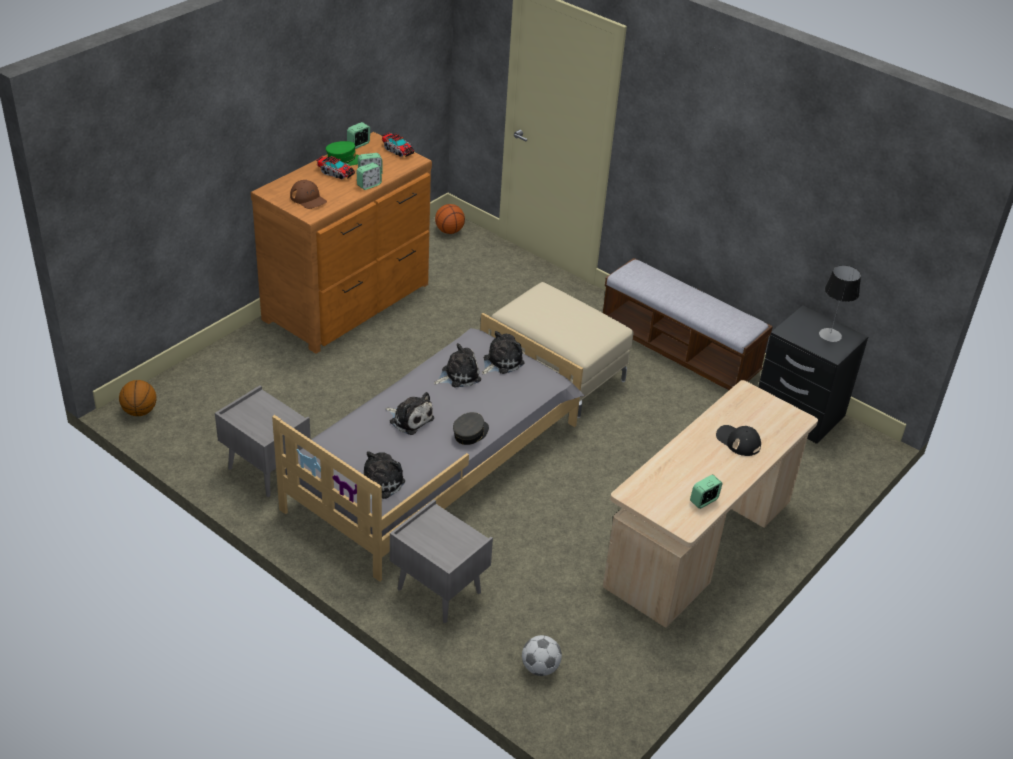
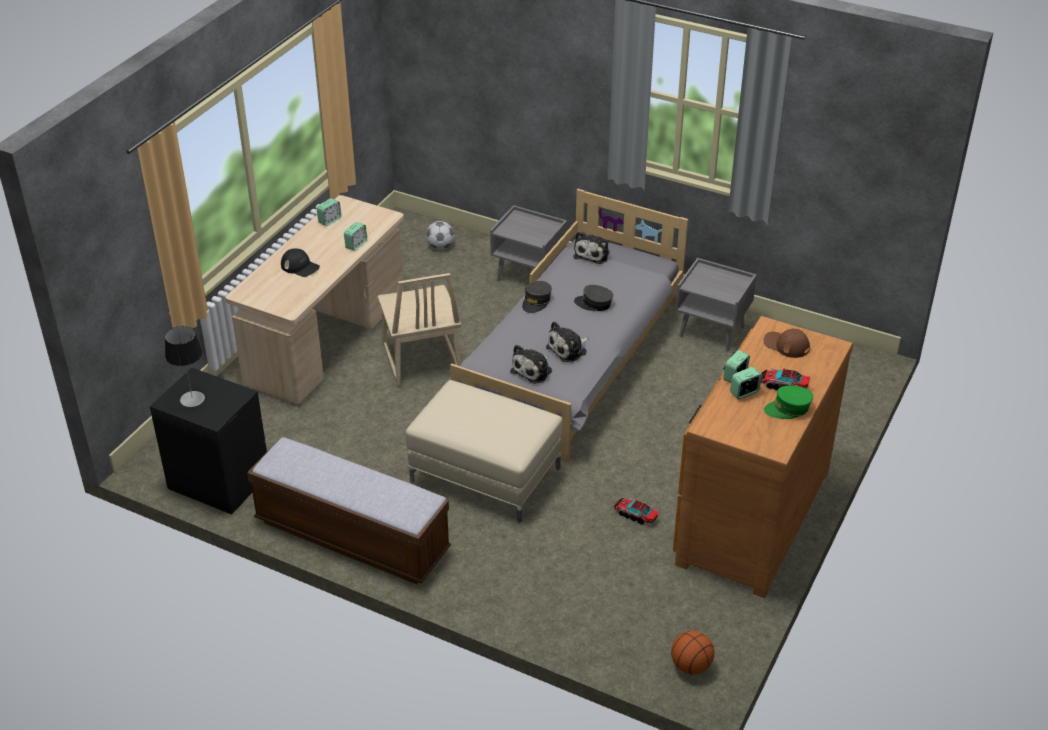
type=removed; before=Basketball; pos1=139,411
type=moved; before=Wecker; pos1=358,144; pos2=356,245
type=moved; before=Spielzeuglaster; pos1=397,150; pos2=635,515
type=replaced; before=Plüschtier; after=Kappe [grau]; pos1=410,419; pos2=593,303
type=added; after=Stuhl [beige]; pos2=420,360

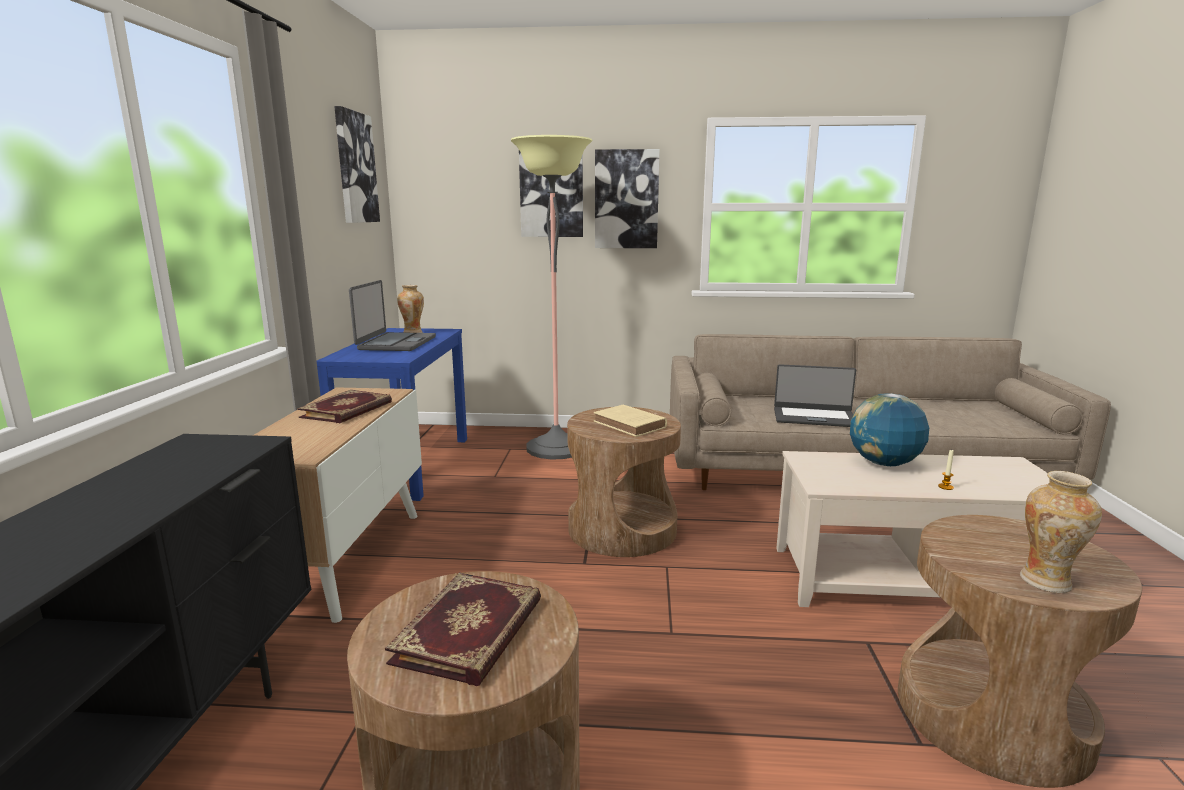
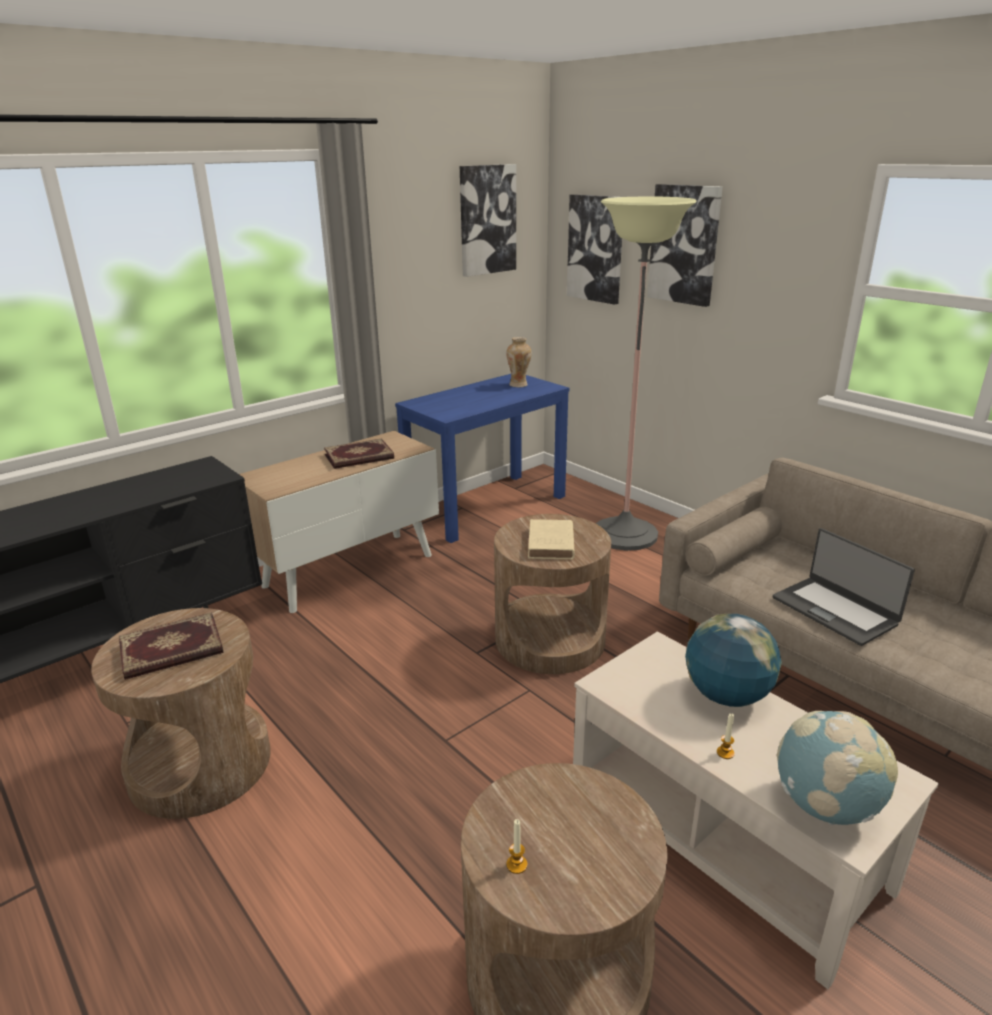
type=removed; before=Laptop; pos1=396,343
type=moved; before=Bild; pos1=626,199; pos2=596,248
type=replaced; before=Vase; after=Kerze; pos1=1047,582; pos2=516,865
type=added; after=Globus; pos2=825,806

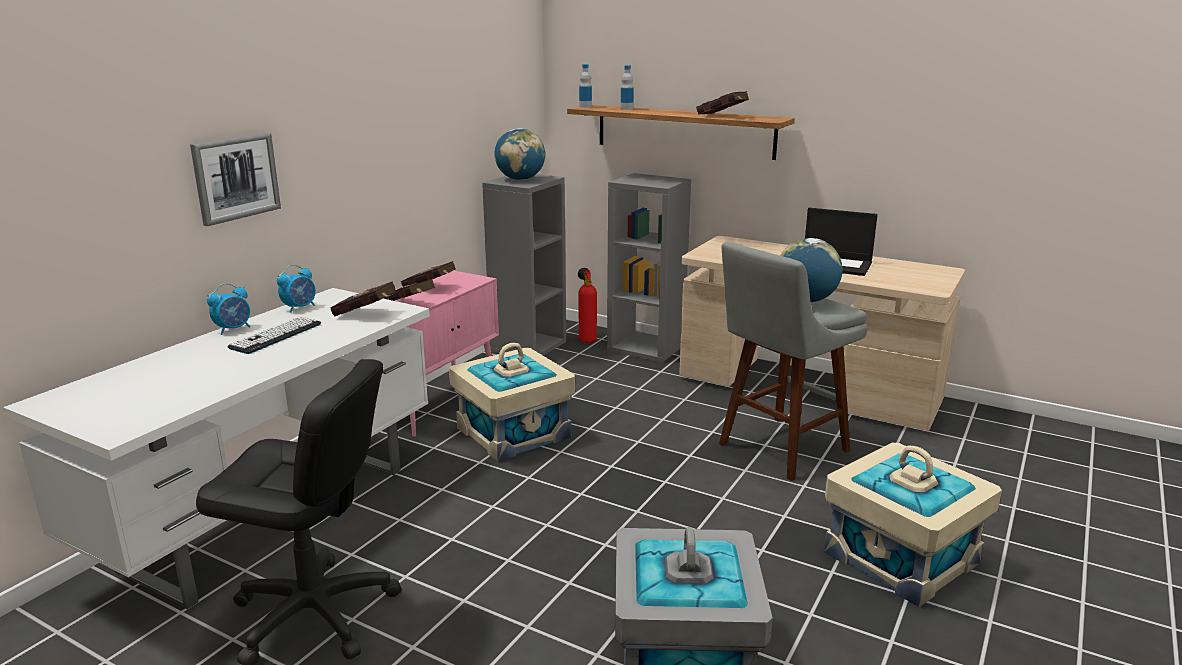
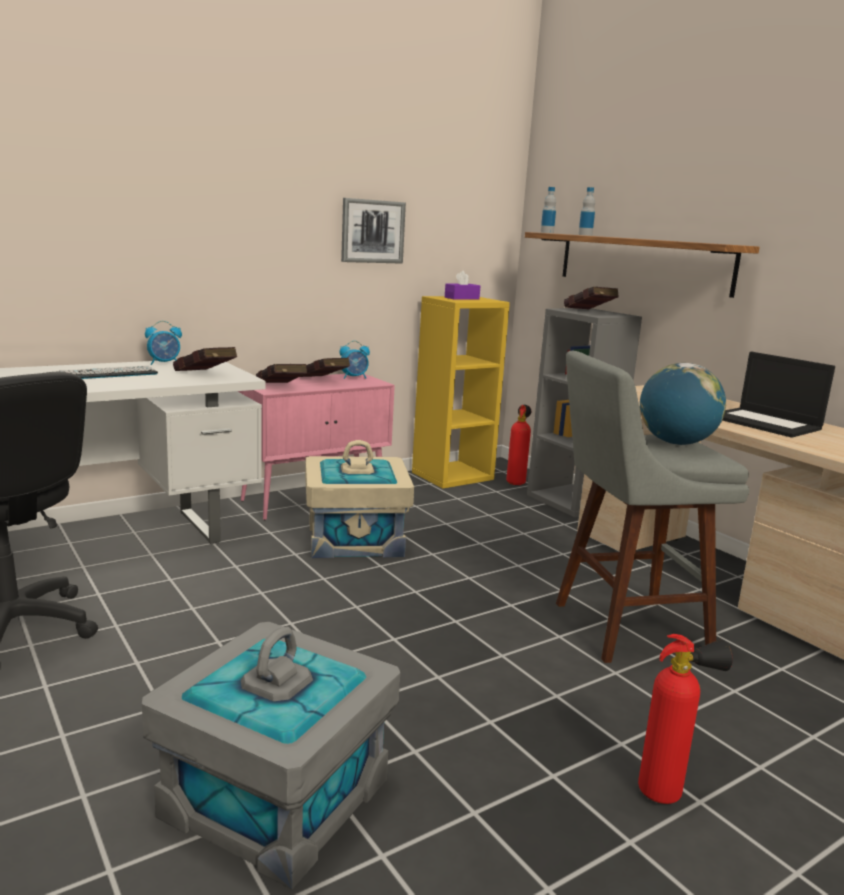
type=moved; before=Bild; pos1=236,177; pos2=372,231
type=moved; before=Wecker; pos1=233,329; pos2=354,377
type=recoloured; before=Bücherregal [grau]; after=Bücherregal [gelb]; pos1=528,346; pos2=452,475
type=replaced; before=Globus; after=Taschentuchbox [lila]; pos1=520,179; pos2=462,298
type=moved; before=Buch [rot]; pos1=723,116; pos2=590,312
type=replaced; before=Aufbewahrungsbox [beige]; after=Feuerlöscher; pos1=902,557; pos2=668,793

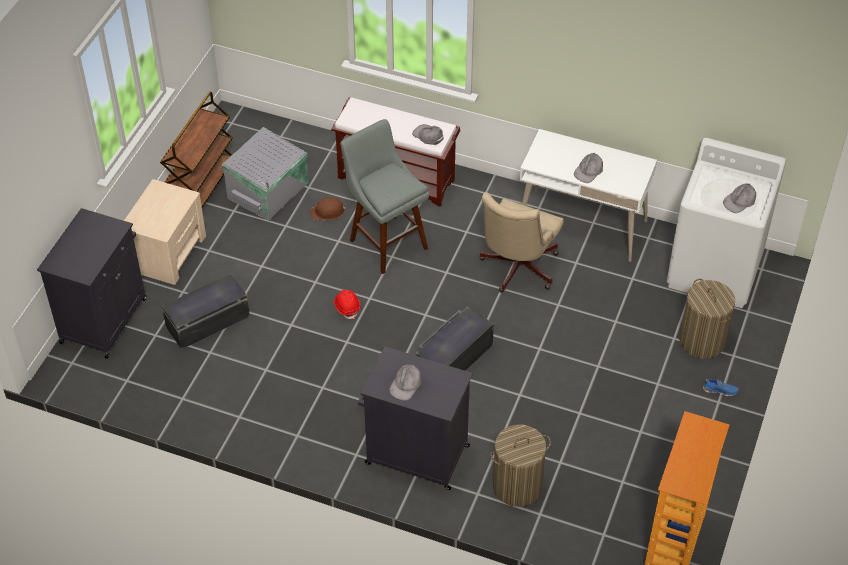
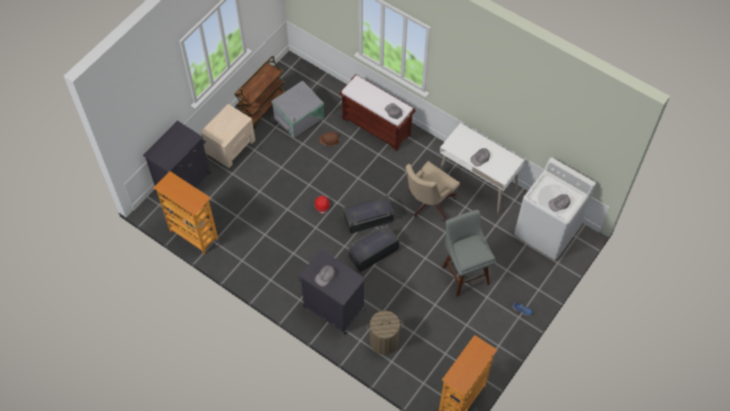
type=moved; before=Aufbewahrungsbox [schwarz]; pos1=208,322; pos2=368,220
type=moved; before=Hocker [grau]; pos1=386,242; pos2=464,273
type=removed; before=Wäschekorb; pos1=702,341
type=added; after=Bücherregal; pos2=193,235

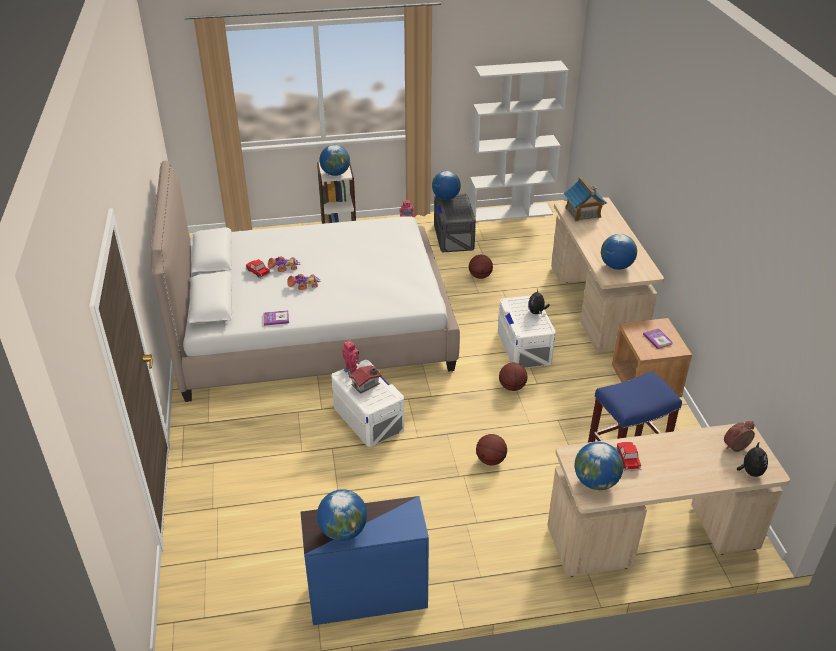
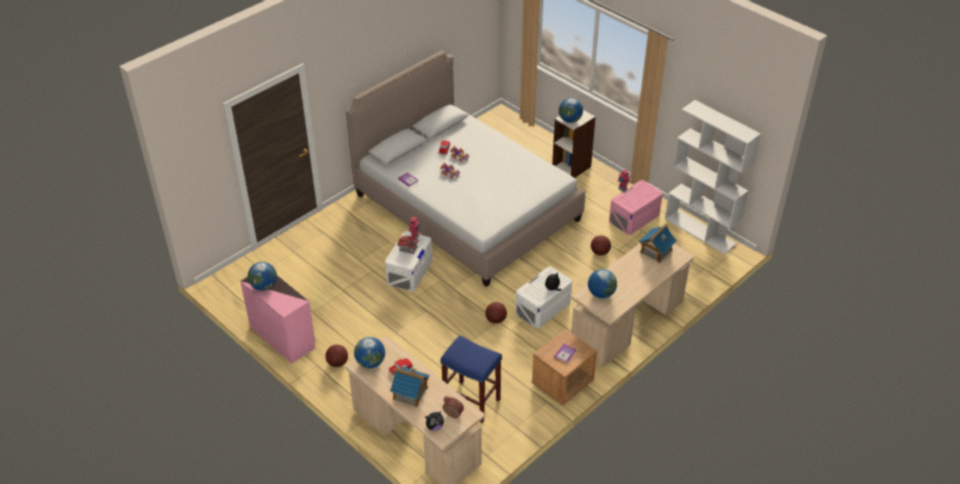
type=recoloured; before=Kommode [blau]; after=Kommode [rosa]; pos1=366,594; pos2=283,336
type=removed; before=Globus; pos1=445,198
type=recoloured; before=Aufbewahrungsbox [grau]; after=Aufbewahrungsbox [rosa]; pos1=453,236; pos2=634,218
type=moved; before=Basketball; pos1=490,460; pos2=337,363
type=added; after=Spielzeughaus; pos2=410,393

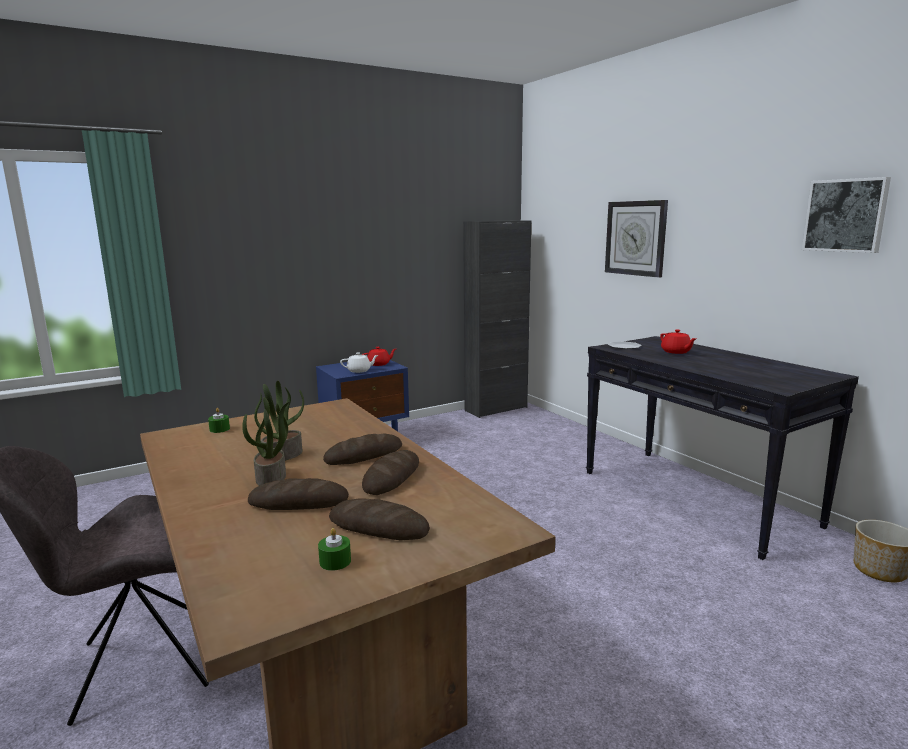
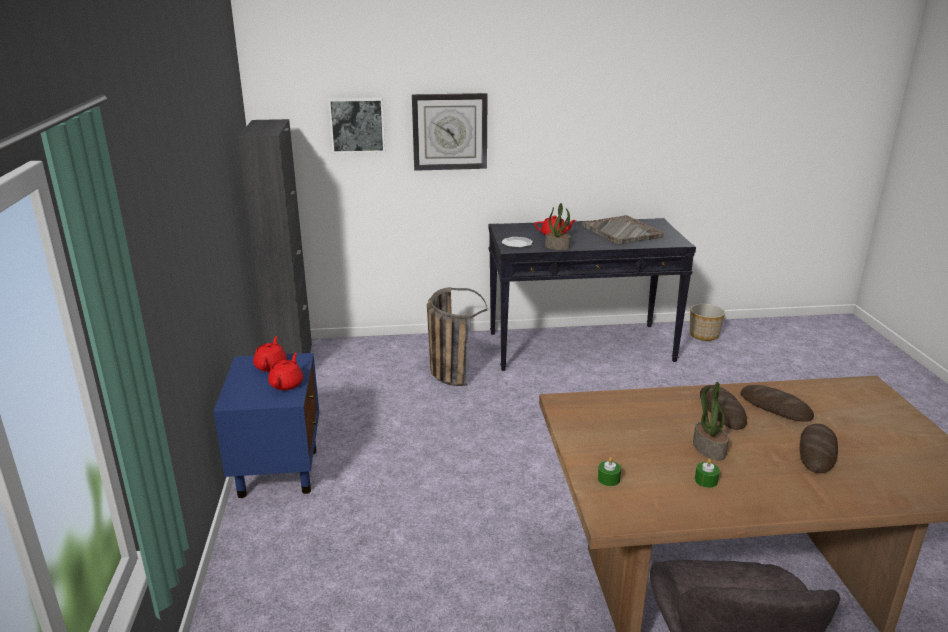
type=moved; before=Topfpflanze; pos1=271,478; pos2=557,247
type=moved; before=Kerze [grün]; pos1=335,561; pos2=706,480
type=removed; before=Brot; pos1=378,527
type=recoloured; before=Teekanne [weiß]; after=Teekanne [rot]; pos1=359,370; pos2=287,384
type=moved; before=Bild; pos1=845,215; pos2=357,125
type=added; after=Korb; pos2=448,369
type=added; after=Tablett [grau]; pos2=622,232

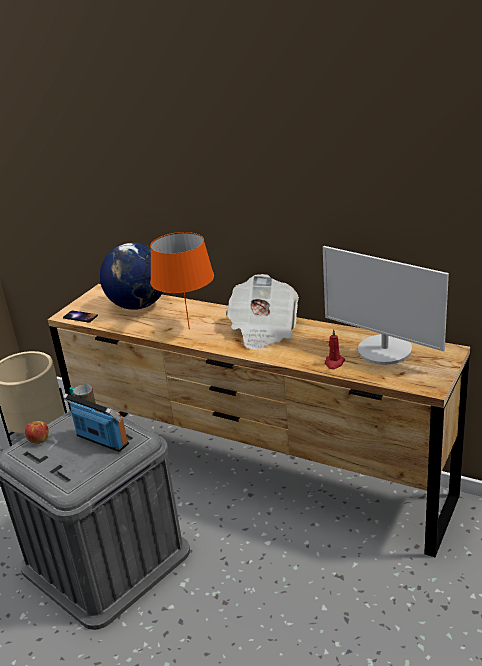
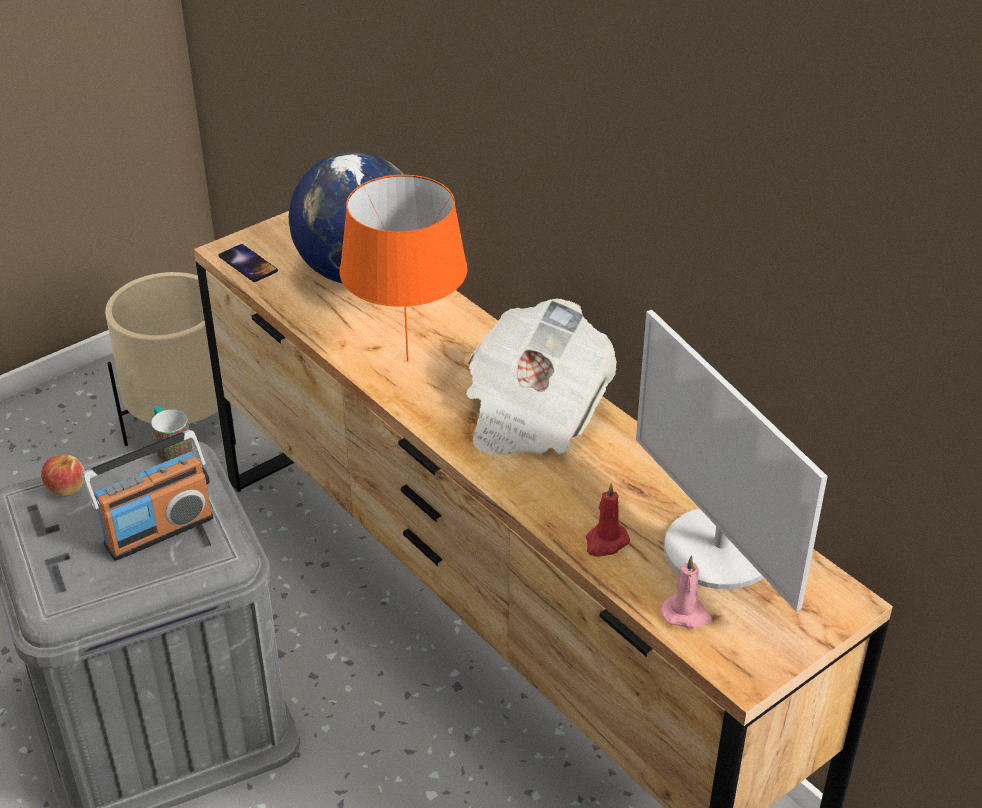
type=turned; before=Radio; pos1=101,440; pos2=158,530; turn=90
type=added; after=Kerze [rosa]; pos2=686,614

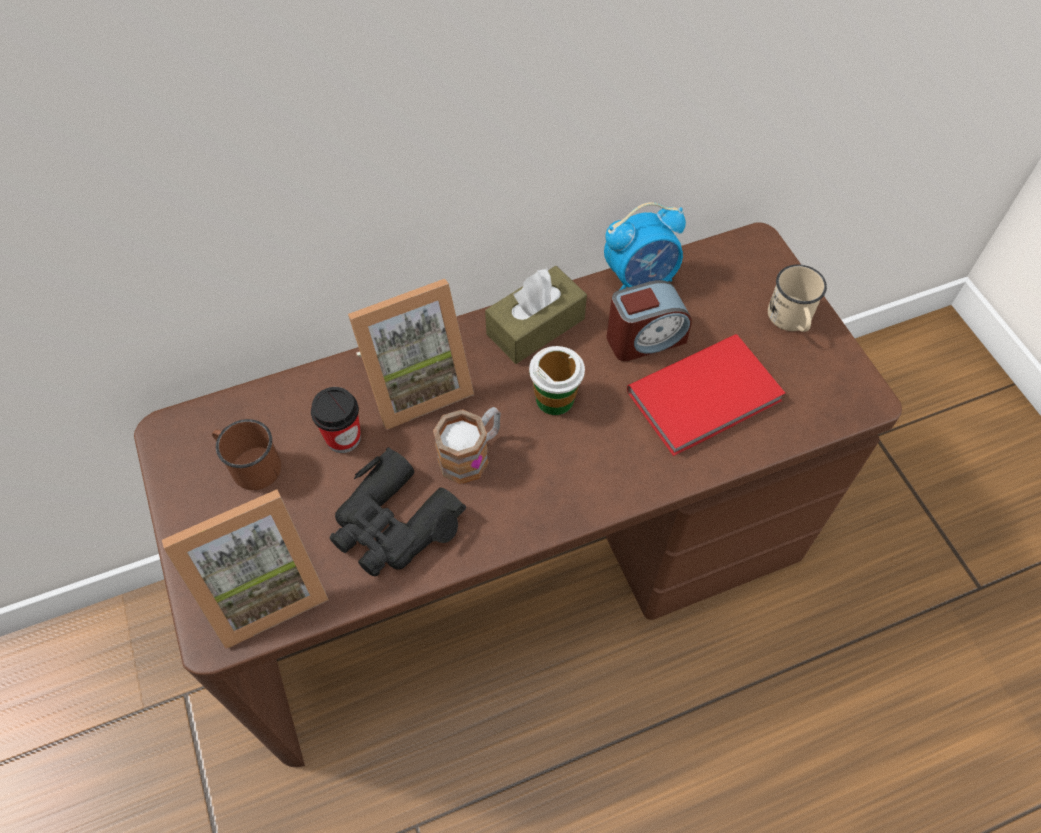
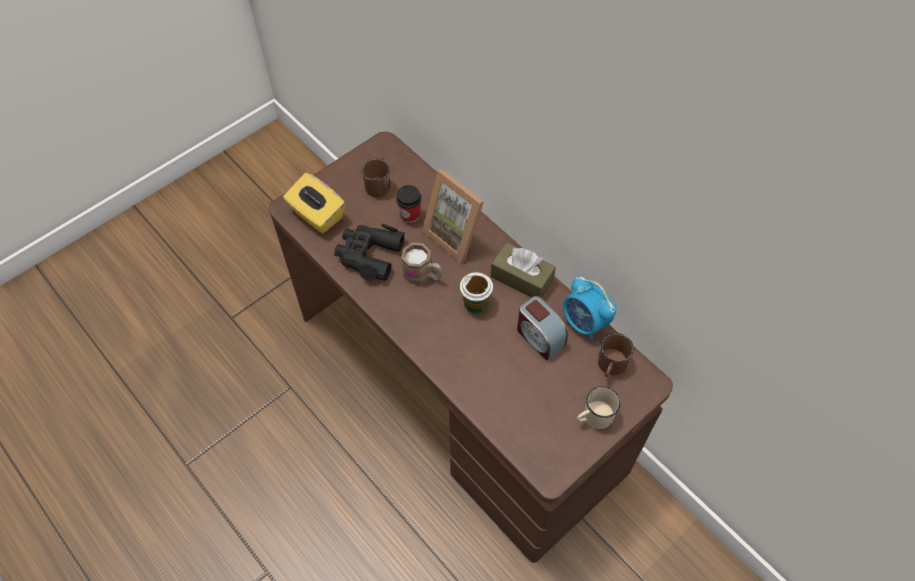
type=replaced; before=Bilderrahmen; after=Taschentuchbox [gelb]; pos1=262,587; pos2=317,215
type=removed; before=Buch [rot]; pos1=707,398
type=added; after=Henkelbecher [braun]; pos2=610,366

